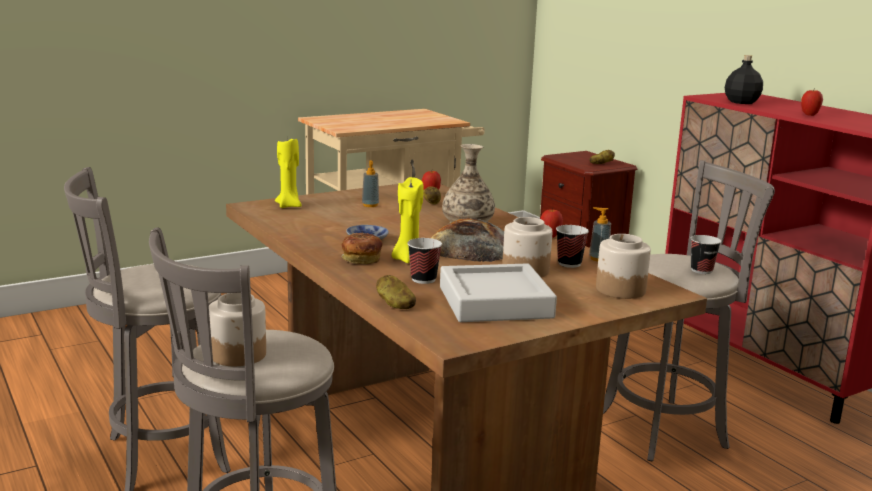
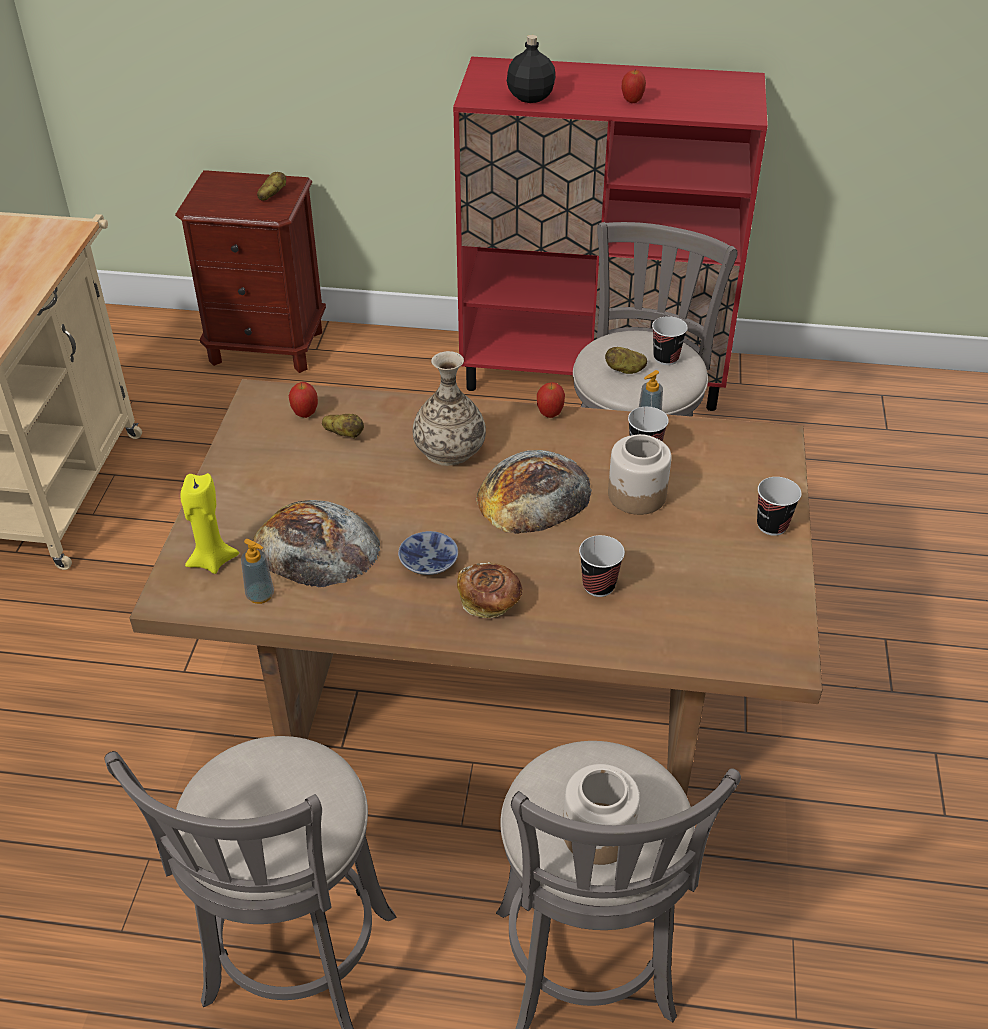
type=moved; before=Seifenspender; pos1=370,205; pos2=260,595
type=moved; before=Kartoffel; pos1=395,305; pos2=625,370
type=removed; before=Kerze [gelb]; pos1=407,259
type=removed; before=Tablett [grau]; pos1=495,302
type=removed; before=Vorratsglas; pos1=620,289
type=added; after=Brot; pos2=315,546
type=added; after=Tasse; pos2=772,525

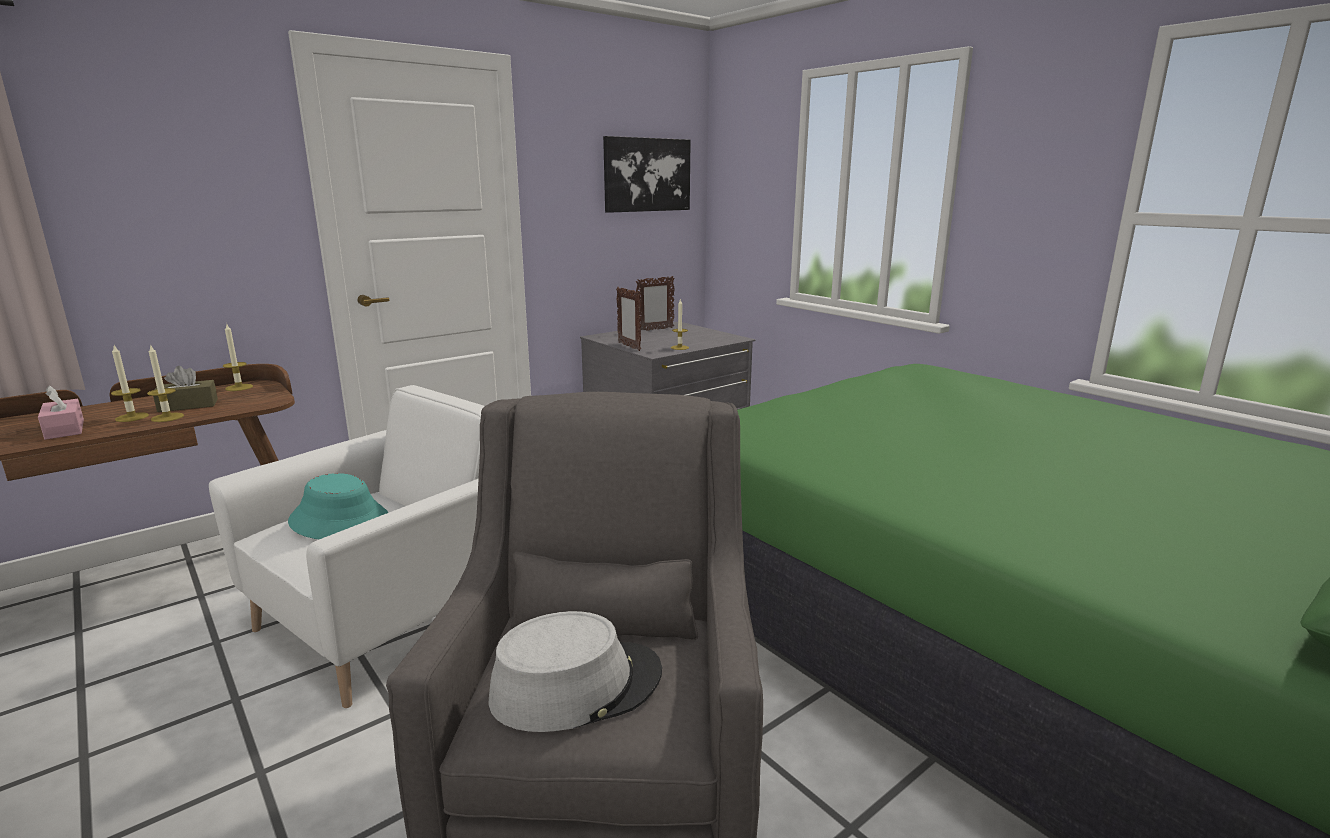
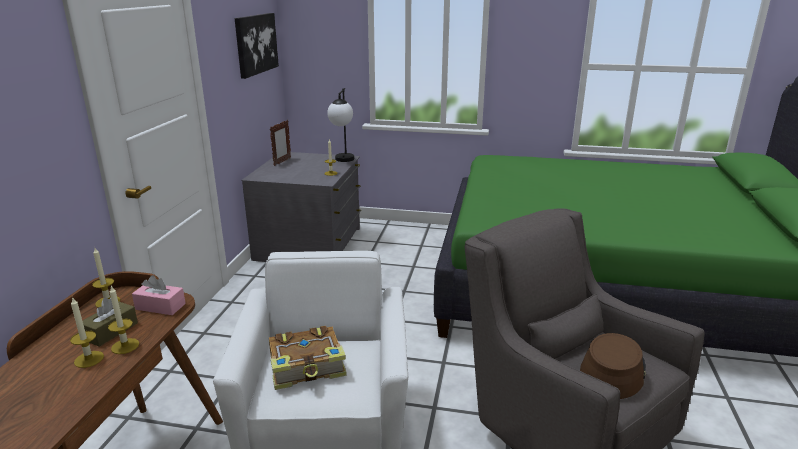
type=moved; before=Taschentuchbox [rosa]; pos1=65,429; pos2=160,306
type=replaced; before=Hut [türkis]; after=Buch; pos1=340,521; pos2=308,367
type=recoloured; before=Hut [grau]; after=Hut [braun]; pos1=576,685; pos2=612,370
type=removed; before=Bilderrahmen; pos1=629,346
type=added; after=Tischlampe; pos2=343,161

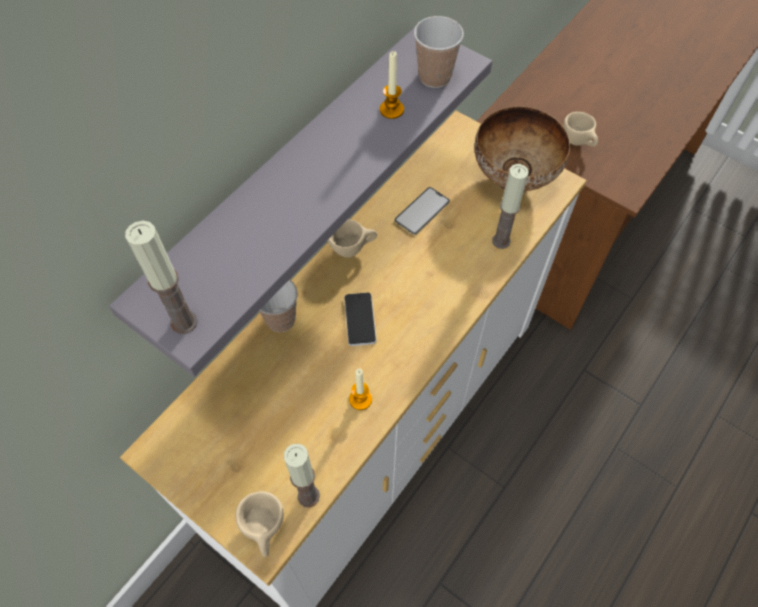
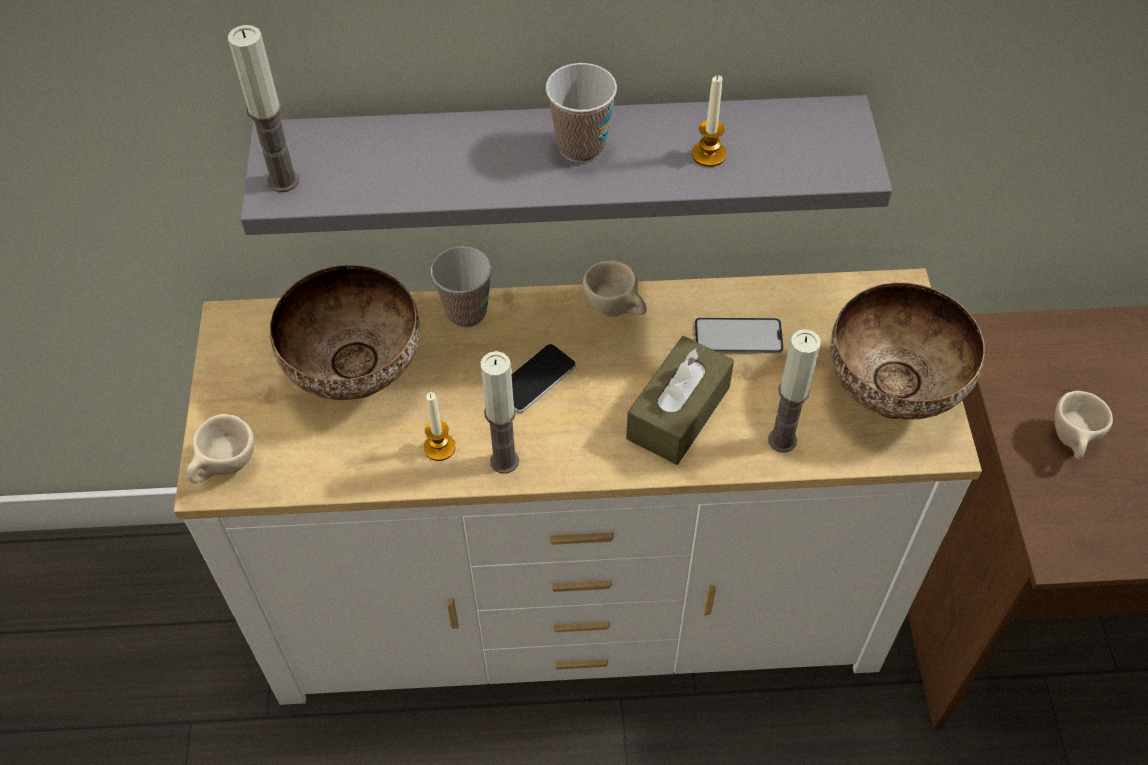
type=moved; before=Kerze; pos1=308,496; pos2=504,461
type=moved; before=Tasse; pos1=434,77; pos2=581,146
type=added; after=Schüssel; pos2=356,372
type=added; after=Taschentuchbox [braun]; pos2=678,413

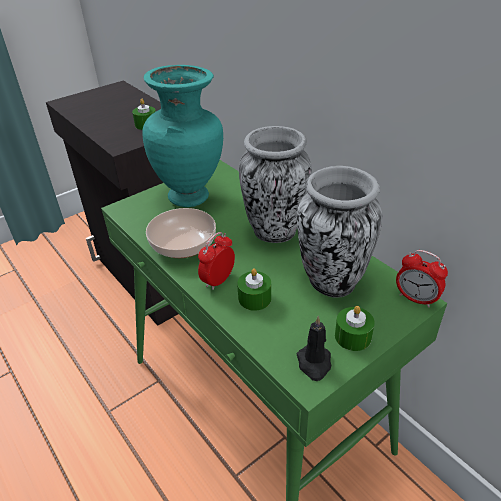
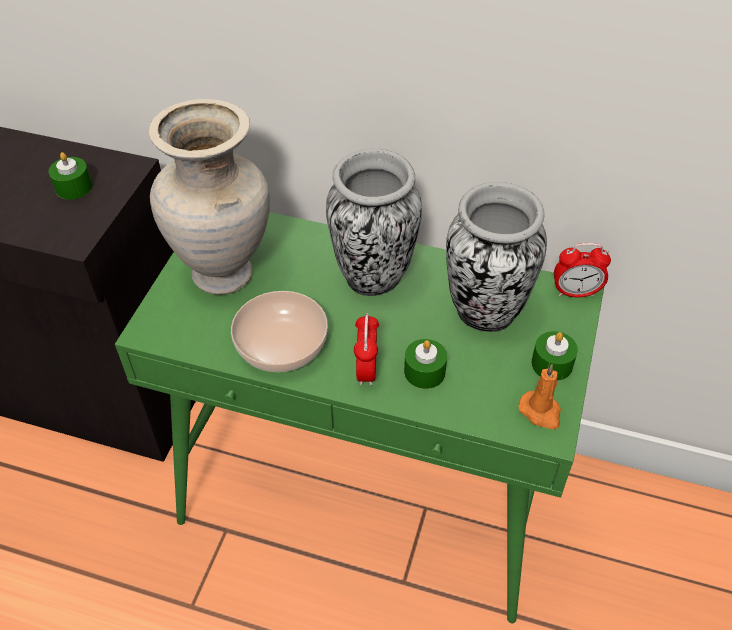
type=recoloured; before=Vase [türkis]; after=Vase [beige]; pos1=191,197; pos2=225,274
type=recoloured; before=Kerze [schwarz]; after=Kerze [orange]; pos1=314,364; pos2=541,412

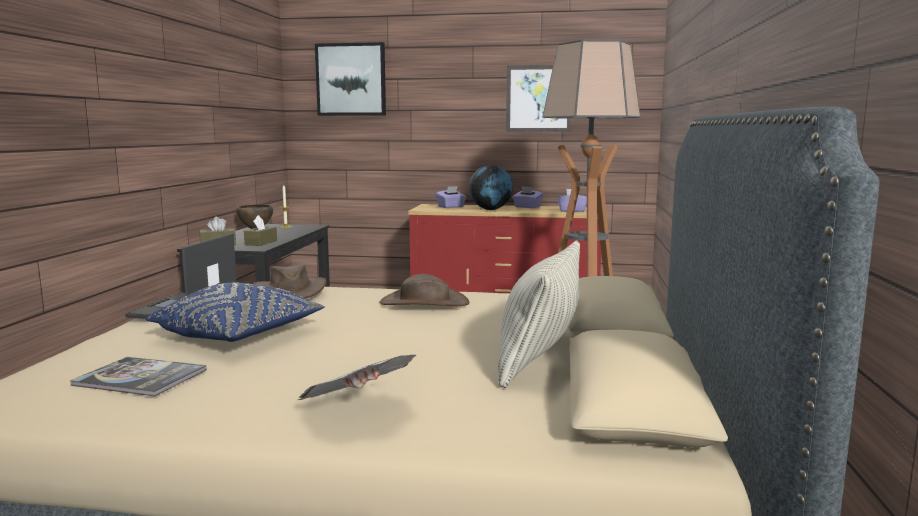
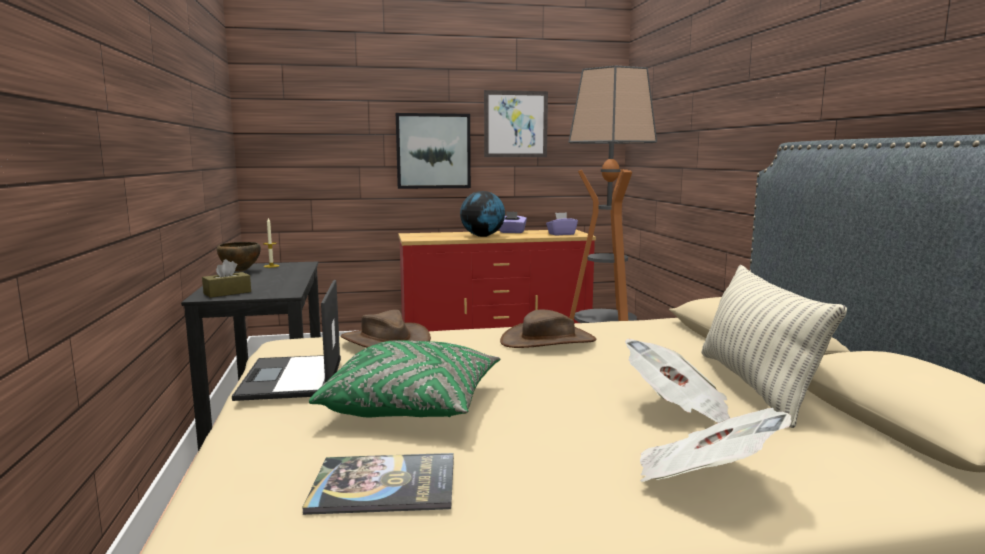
type=recoloured; before=Kissen [blau]; after=Kissen [grün]; pos1=239,335; pos2=413,405
type=removed; before=Taschentuchbox [braun]; pos1=261,243
type=moved; before=Bild; pos1=351,79; pos2=433,151
type=removed; before=Taschentuchbox [lila]; pos1=451,207
type=added; after=Zeitung; pos2=678,409

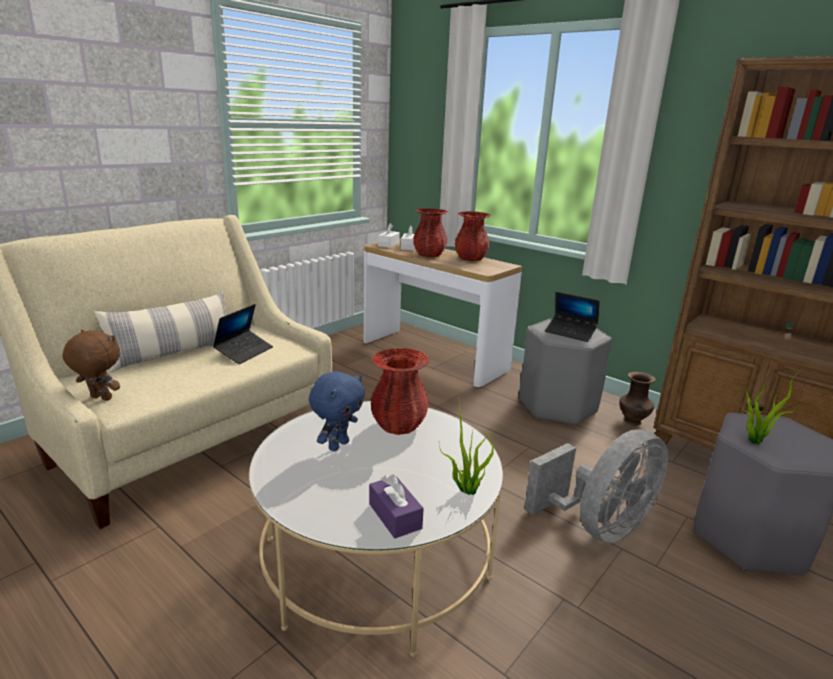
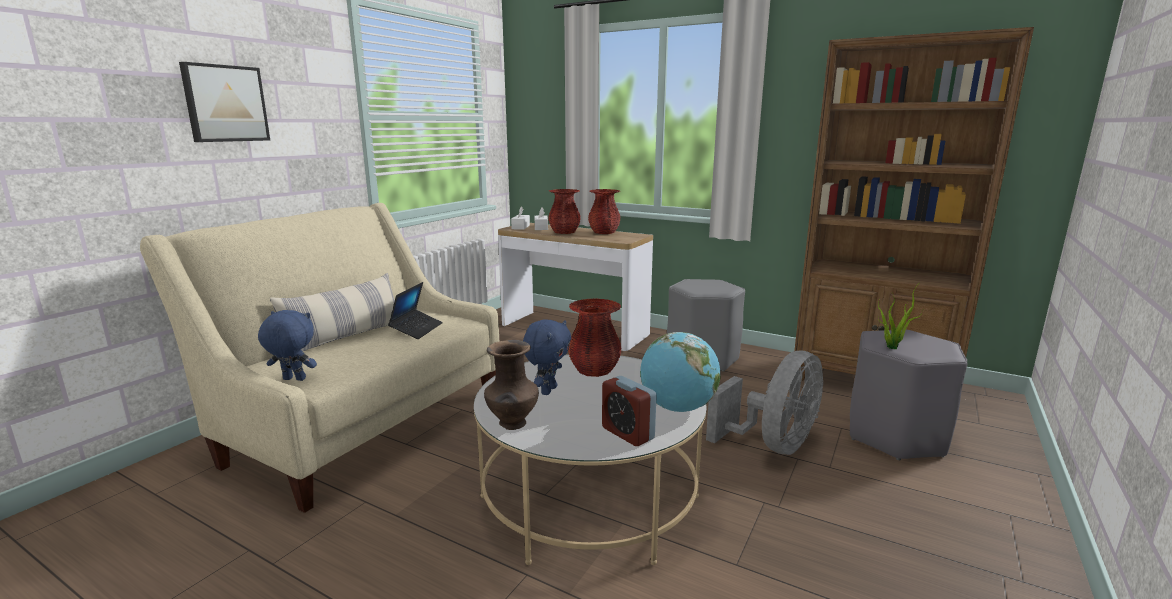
type=recoloured; before=Plüschtier [braun]; after=Plüschtier [blau]; pos1=100,398; pos2=293,379
type=replaced; before=Taschentuchbox [lila]; after=Wecker; pos1=395,516; pos2=627,433
type=replaced; before=Topfpflanze; after=Globus; pos1=465,490; pos2=678,408
type=removed; before=Laptop; pos1=570,332
type=moved; before=Vase [braun]; pos1=633,422; pos2=512,424
type=added; after=Bild; pos2=225,103

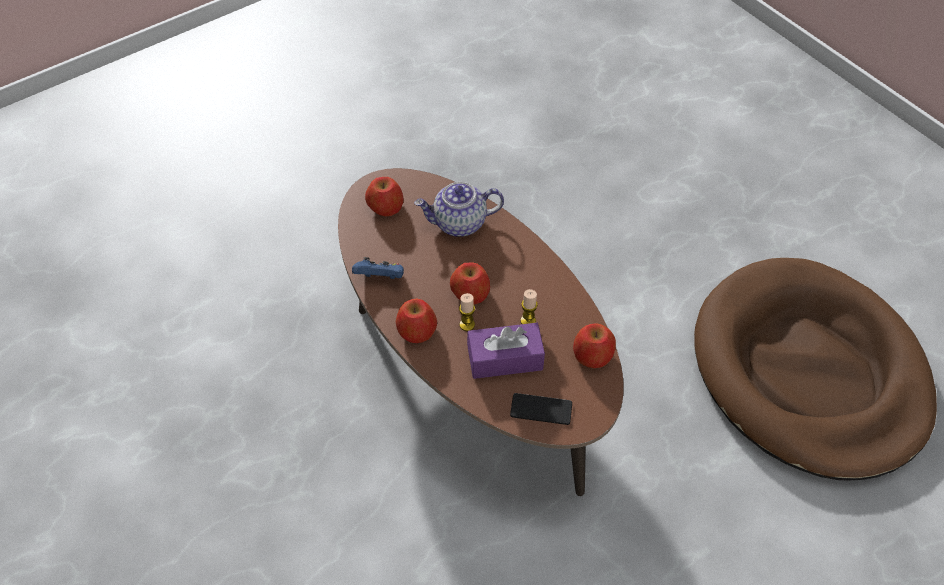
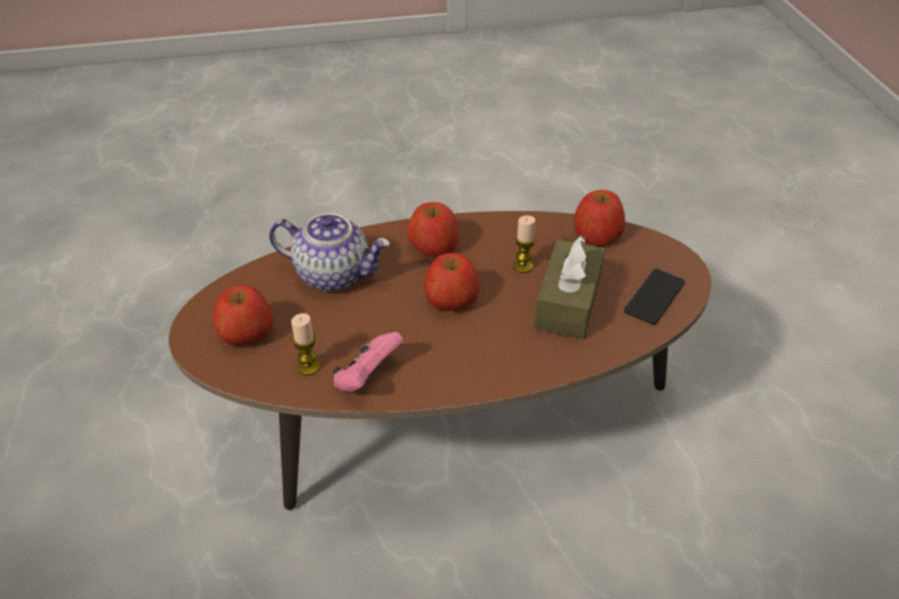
type=recoloured; before=Gamepad [blau]; after=Gamepad [rosa]; pos1=380,278; pos2=367,377
type=moved; before=Apfel; pos1=417,330; pos2=433,247
type=turned; before=Teekanne; pos1=459,223; pos2=334,274; turn=-90
type=moved; before=Kerze; pos1=467,324; pos2=308,367
type=recoloured; before=Taschentuchbox [lila]; after=Taschentuchbox [braun]; pos1=505,359; pos2=568,303
type=removed; before=Hundebett [braun]; pos1=808,372

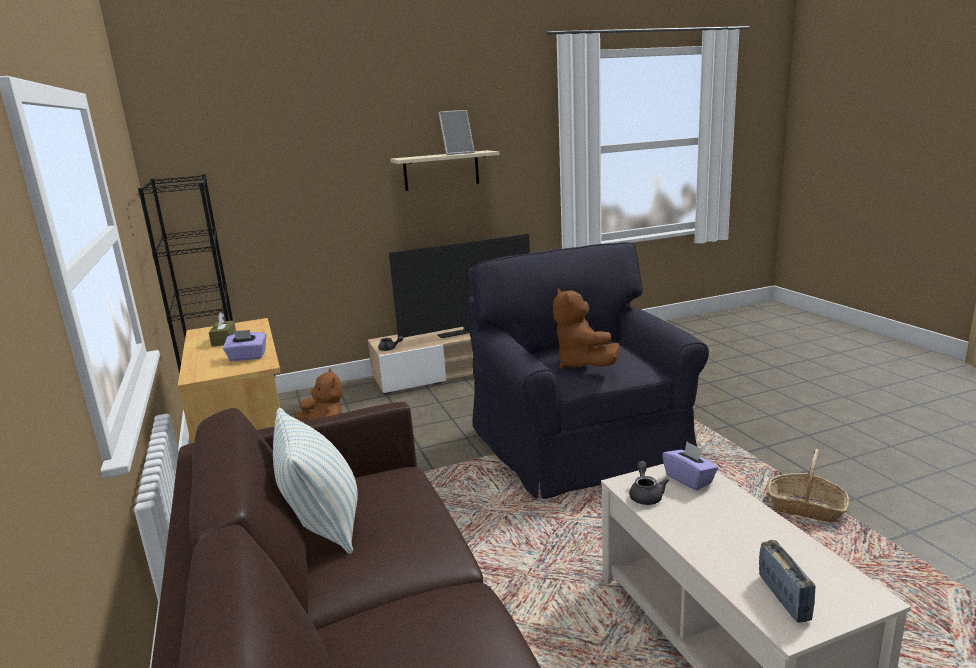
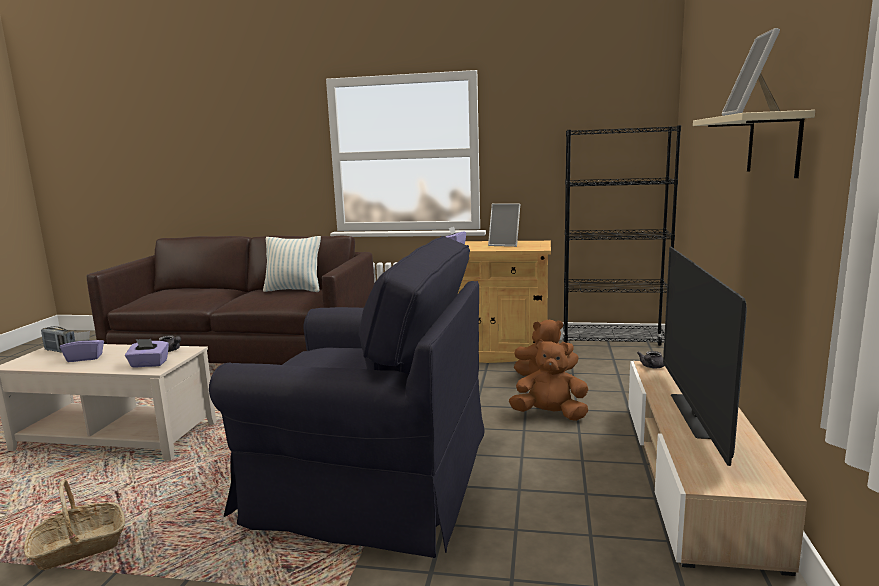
type=replaced; before=Taschentuchbox [braun]; after=Bilderrahmen; pos1=224,340; pos2=505,244
type=moved; before=Plüschtier [braun]; pos1=582,364; pos2=550,415
type=added; after=Taschentuchbox [lila]; pos2=85,358

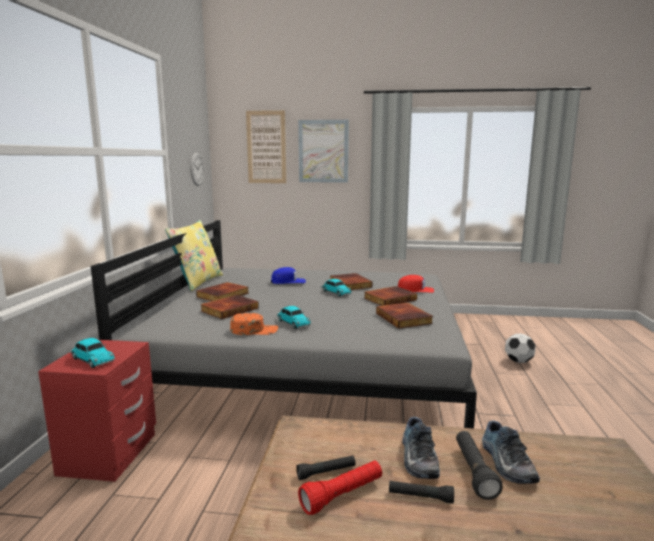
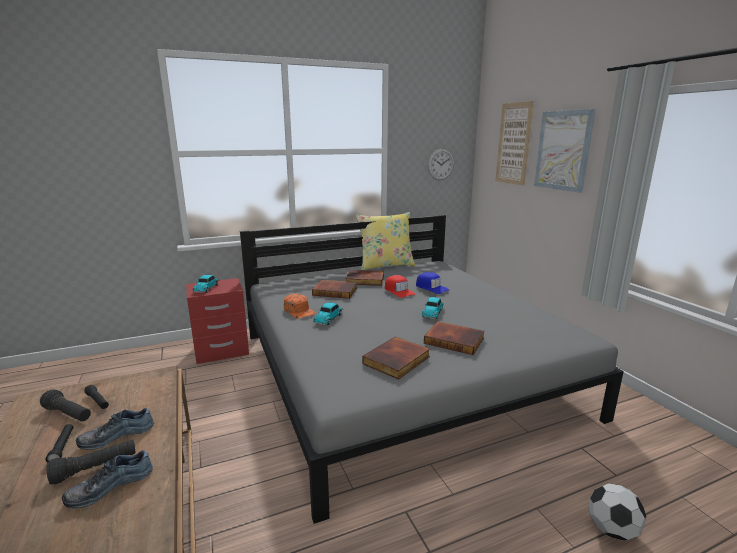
type=recoloured; before=Taschenlampe [rot]; after=Taschenlampe [schwarz]; pos1=342,496; pos2=68,414
type=removed; before=Buch; pos1=349,284
type=moved; before=Kappe [rot]; pos1=415,290; pos2=398,291

